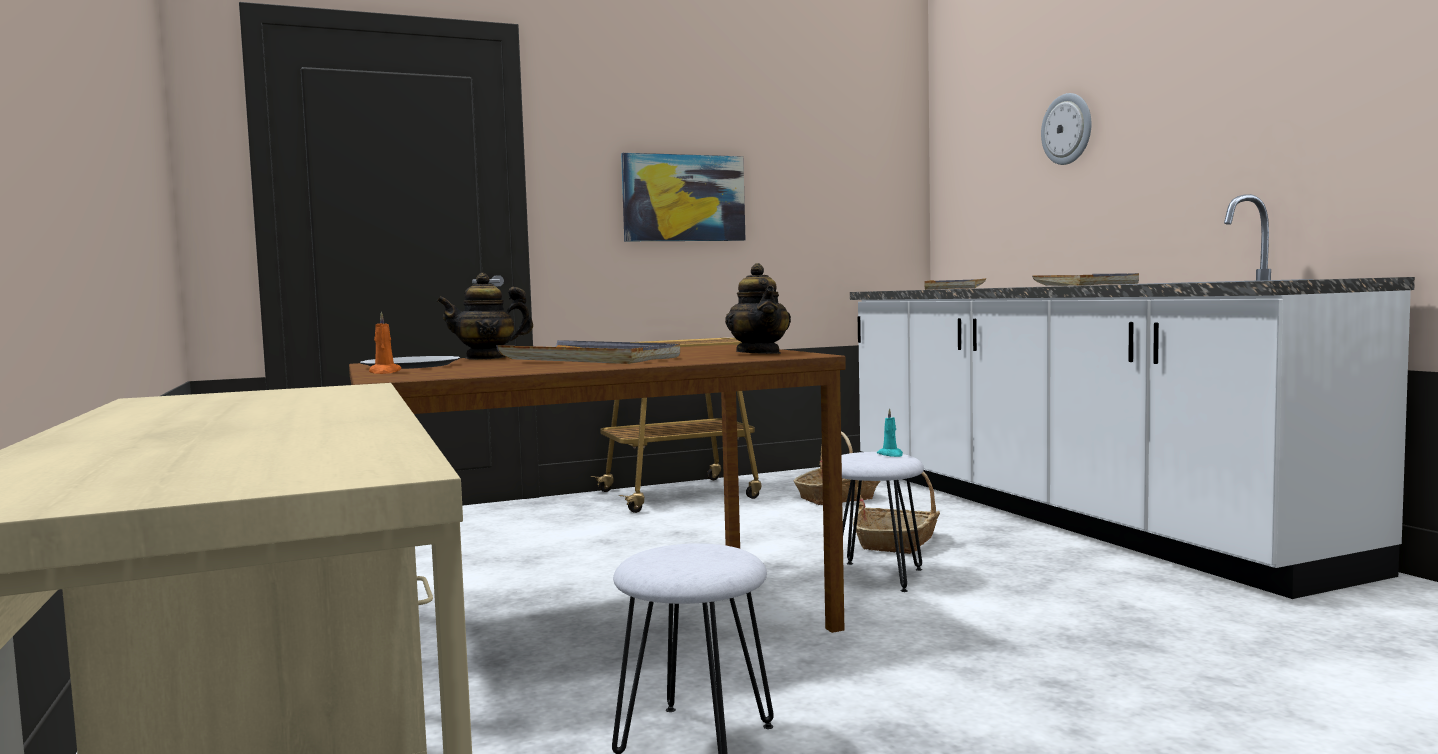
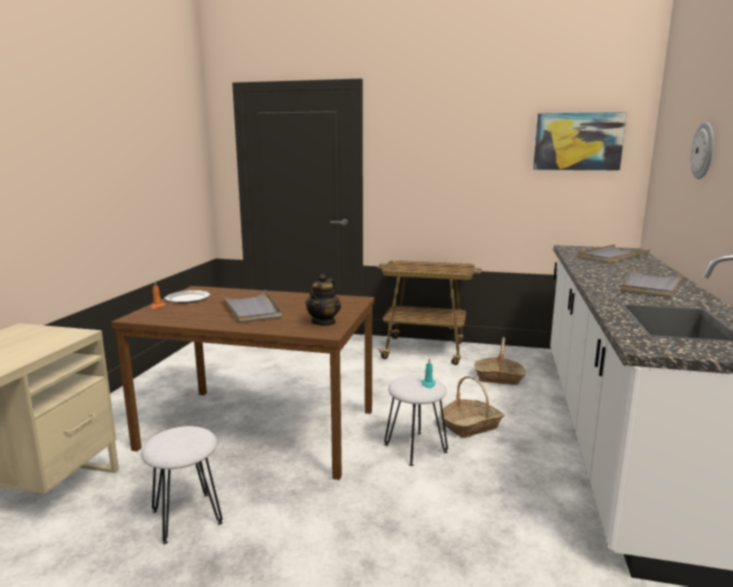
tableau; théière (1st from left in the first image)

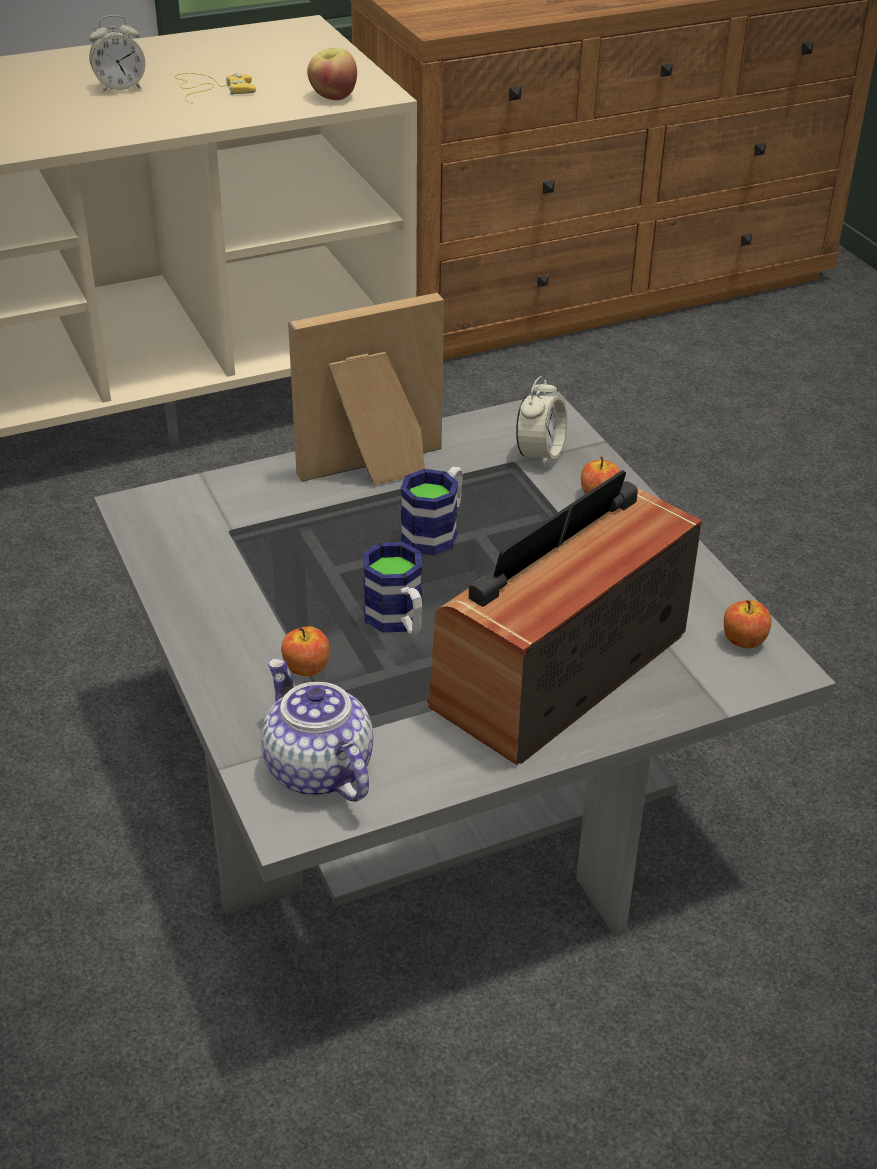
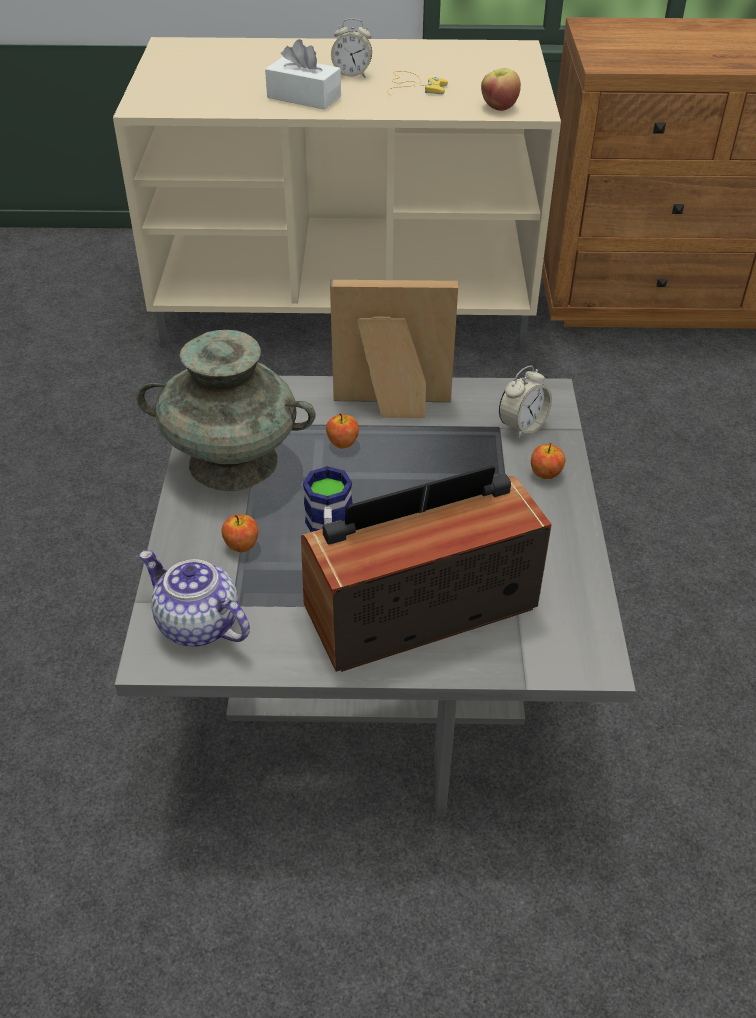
mug (2nd from left in the first image); pomme (2nd from left); théière; boîte à mouchoirs (blanc); vase (turquoise)

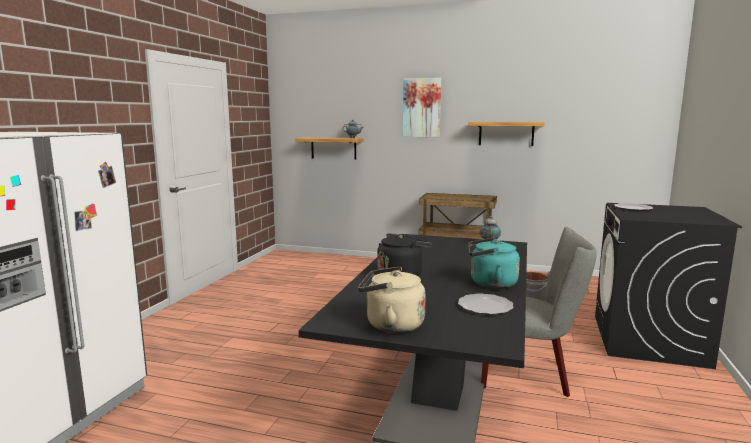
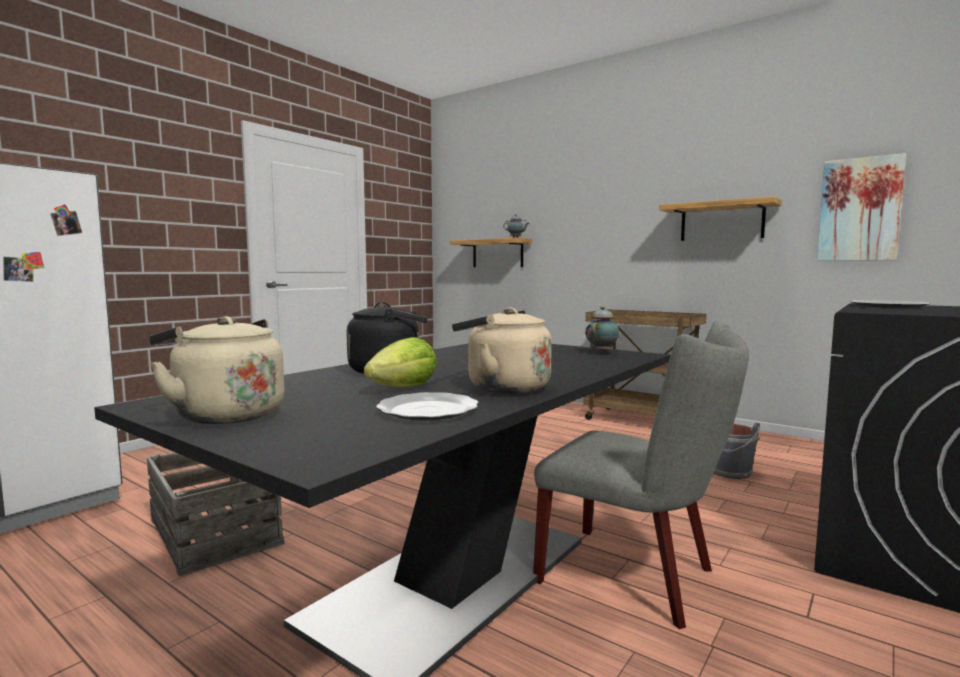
tableau; bouilloire (beige) (2nd from left); laitue; caisse

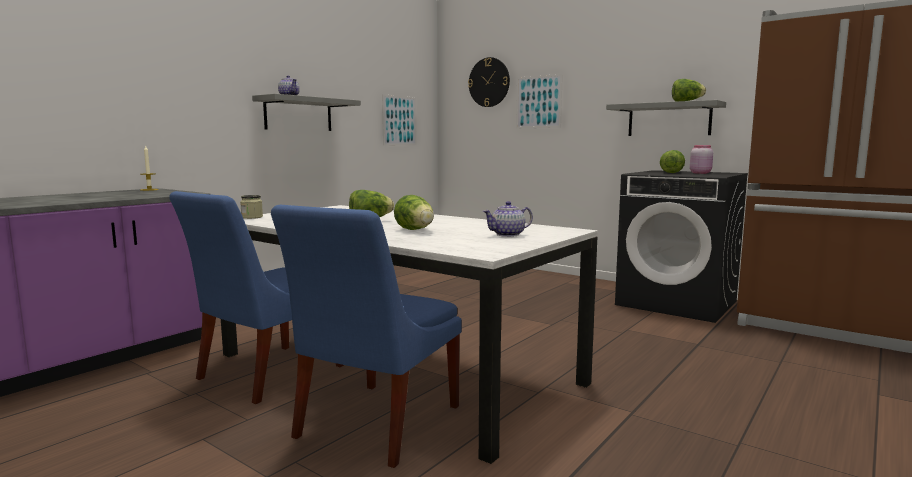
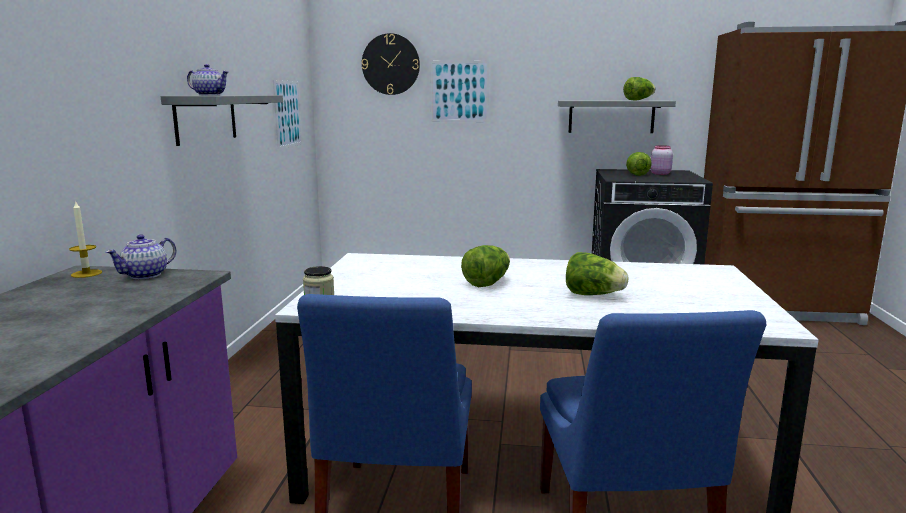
théière (1st from left)

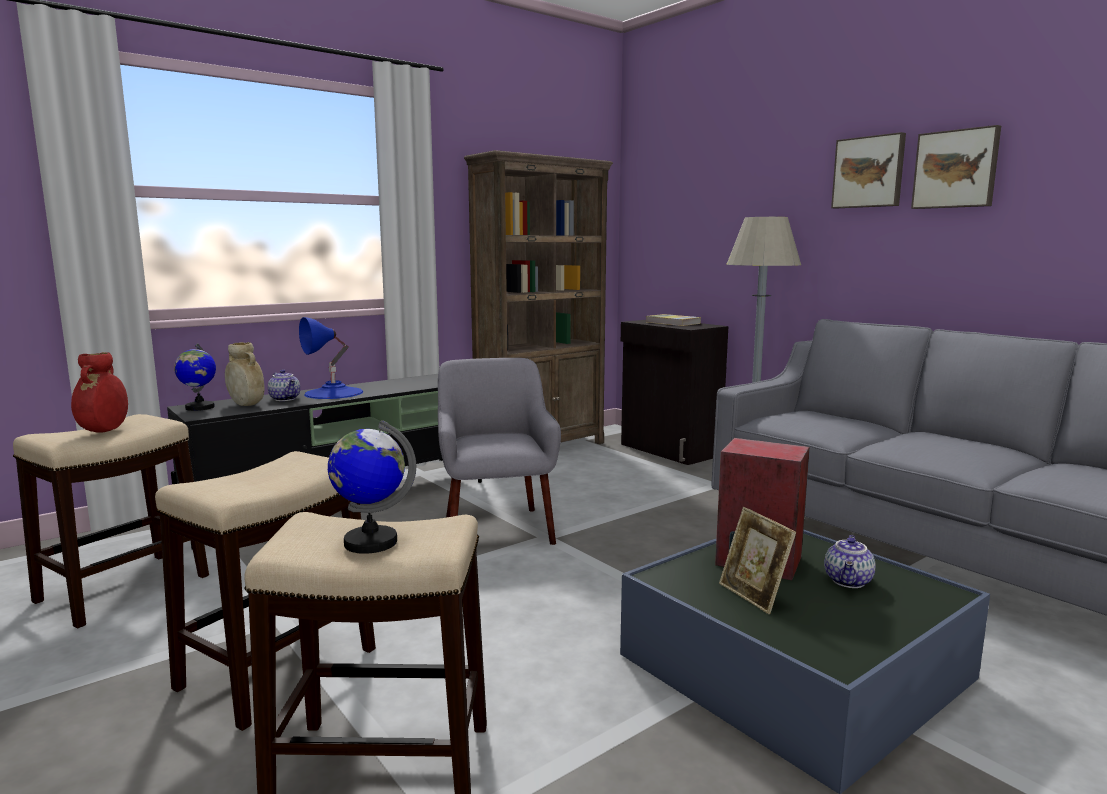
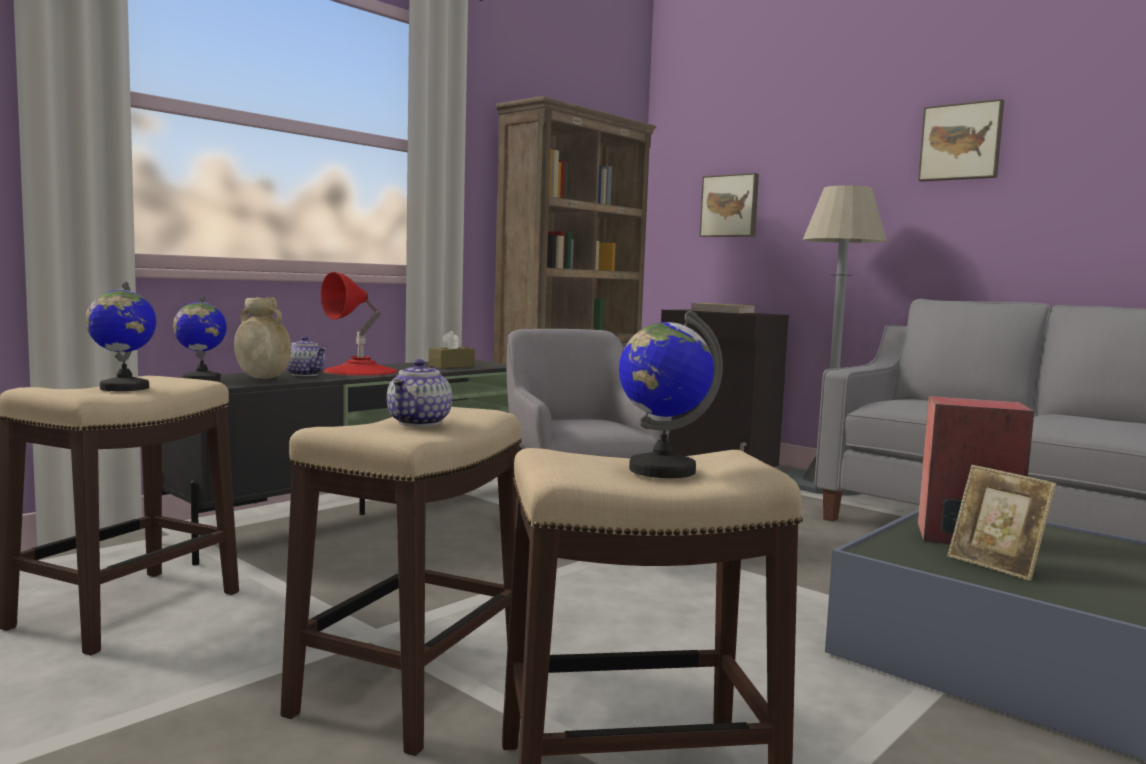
tableau (1st from left); lampe de table (rouge); globe (1st from left); théière (2nd from left); boîte à mouchoirs (marron)

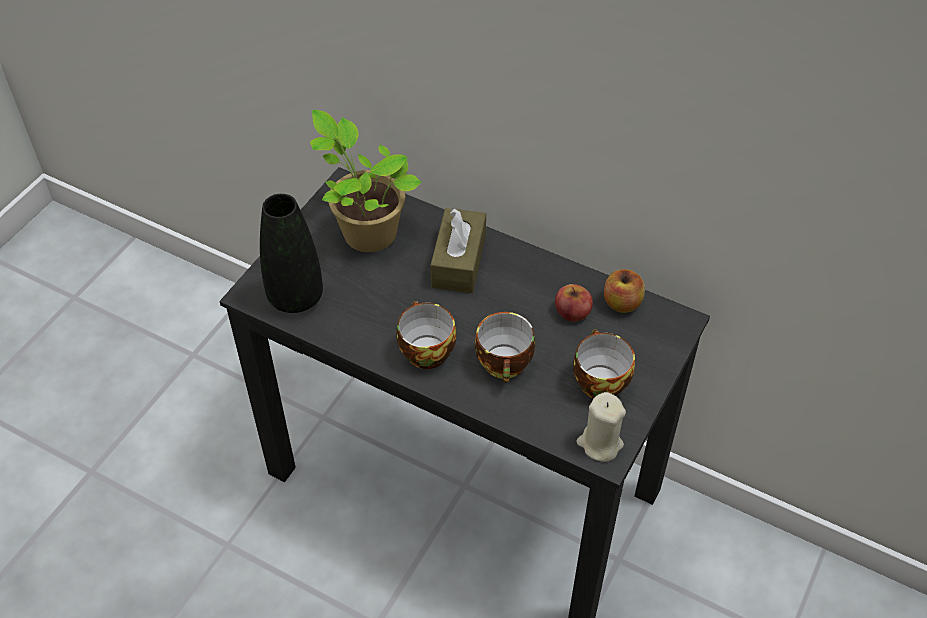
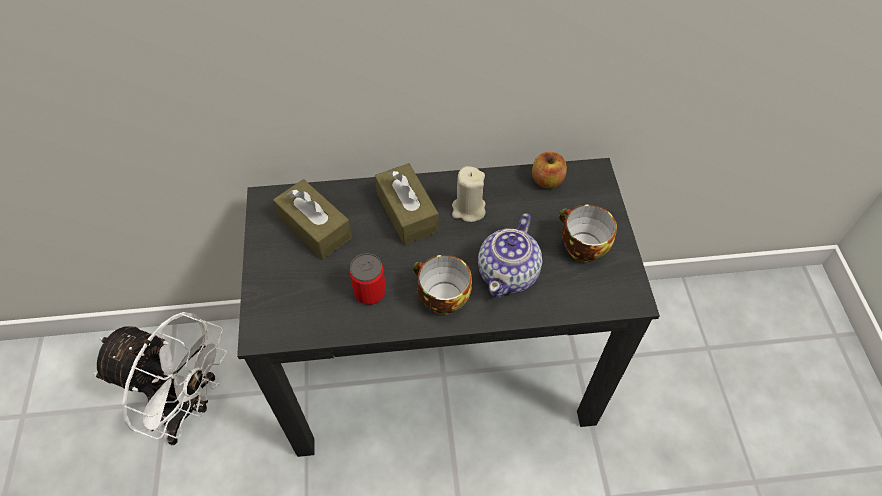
boîte à mouchoirs (marron) (1st from left); vase (noir); pomme (1st from left in the first image); théière; bougie (beige); boîte métallique; ventilateur (blanc)

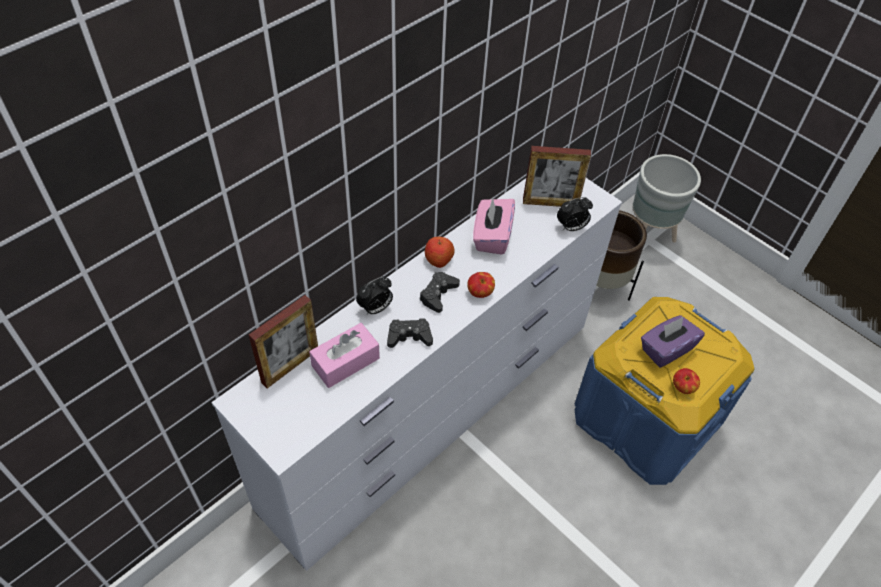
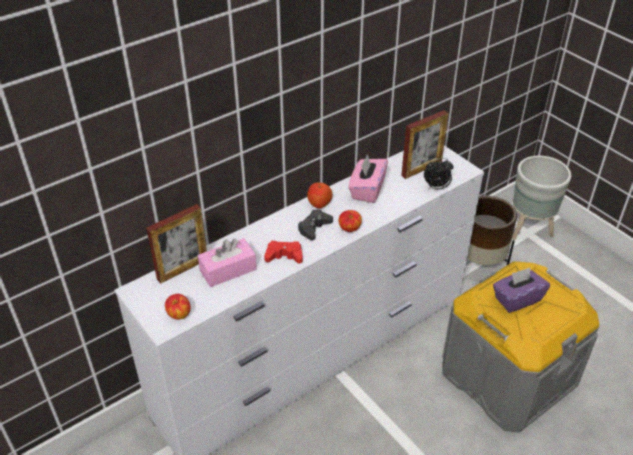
cadre photo (2nd from left); réveil (1st from left in the first image); boîte de rangement (gris); manette (rouge); pomme (1st from left)

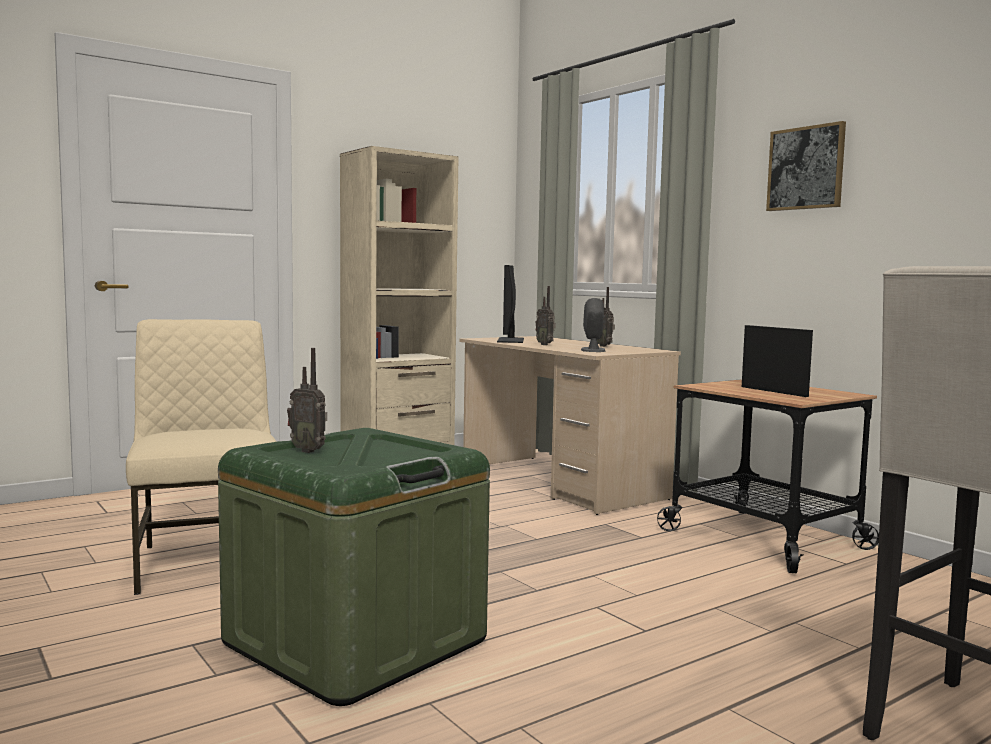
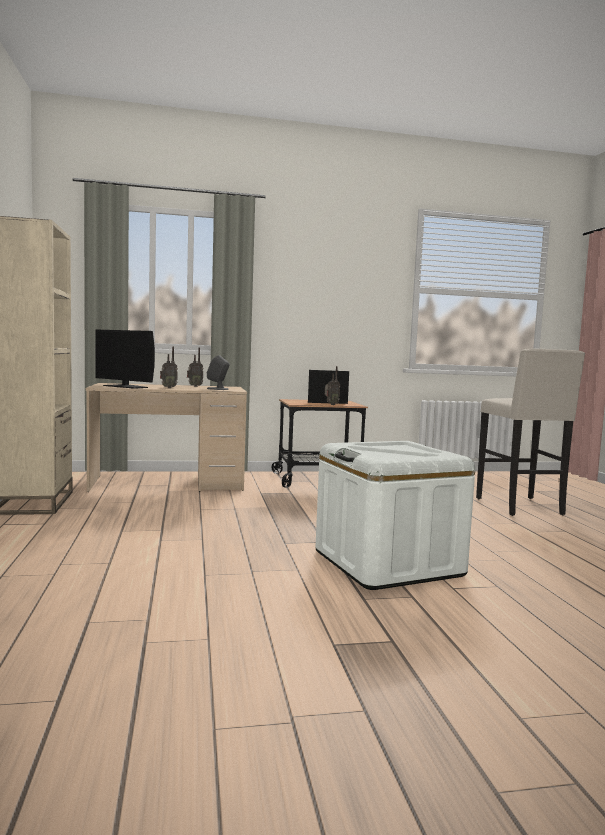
tableau; chaise (beige); radio (3rd from left); boîte de rangement (blanc)

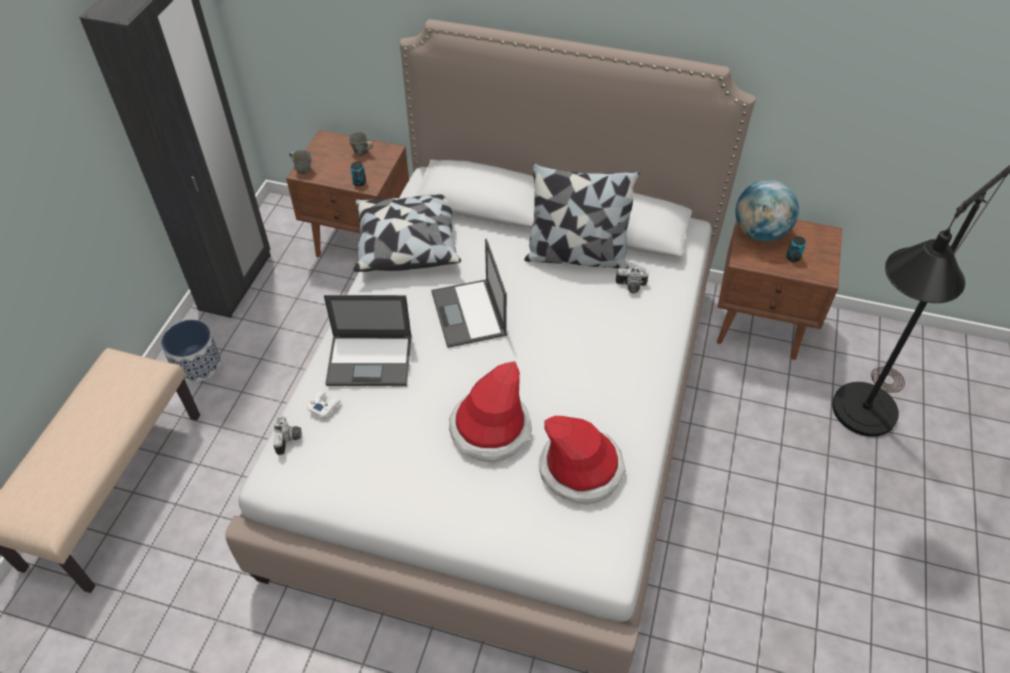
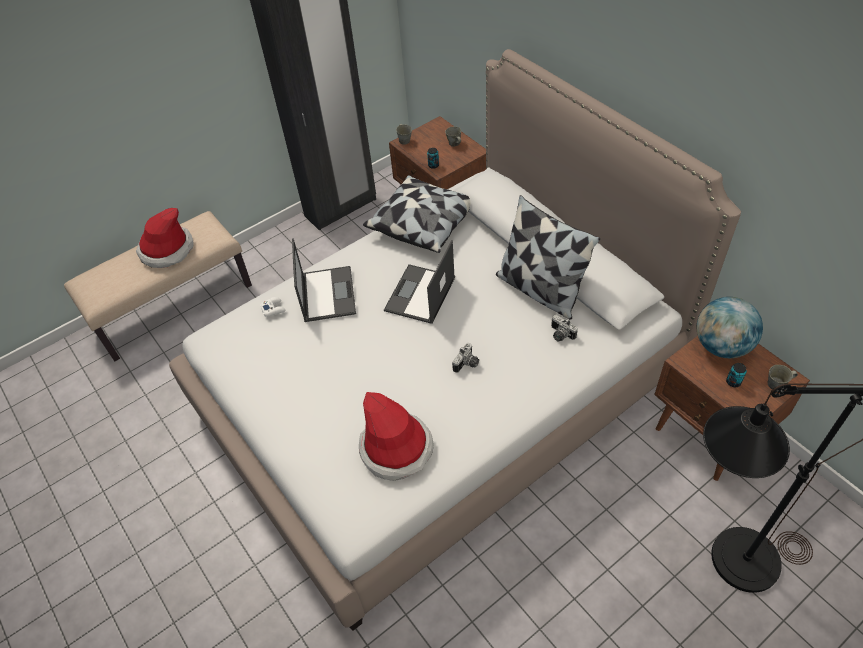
ordinateur portable (1st from left); cache-pot; chapeau (1st from left); appareil photo (1st from left); mug (gris) (3rd from left)

